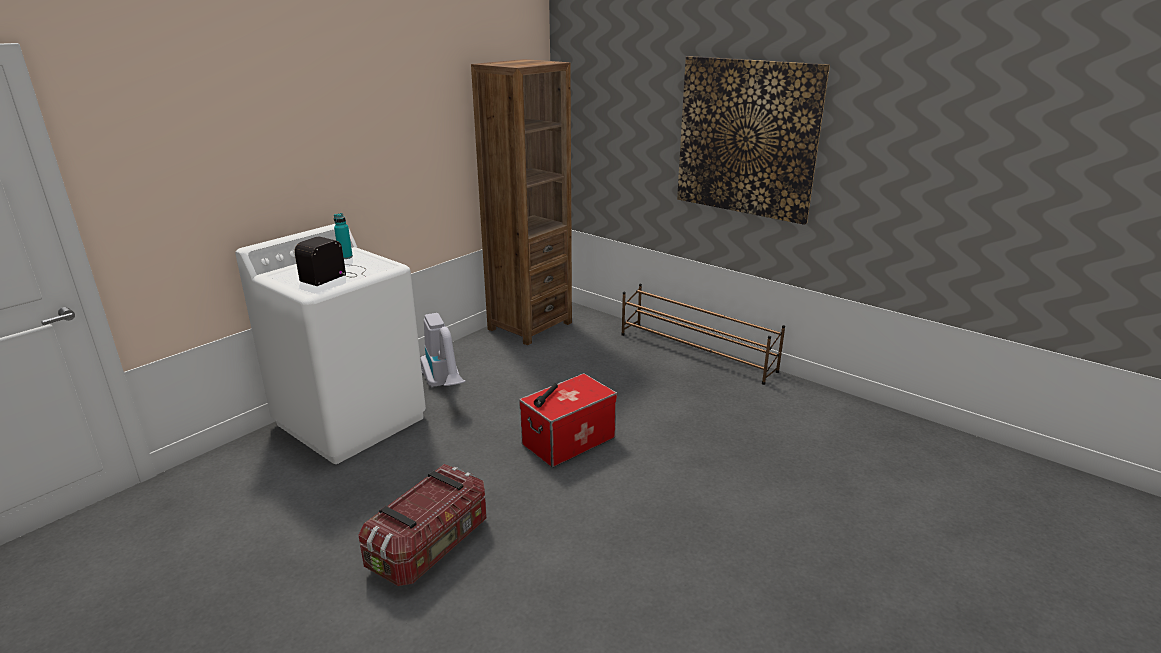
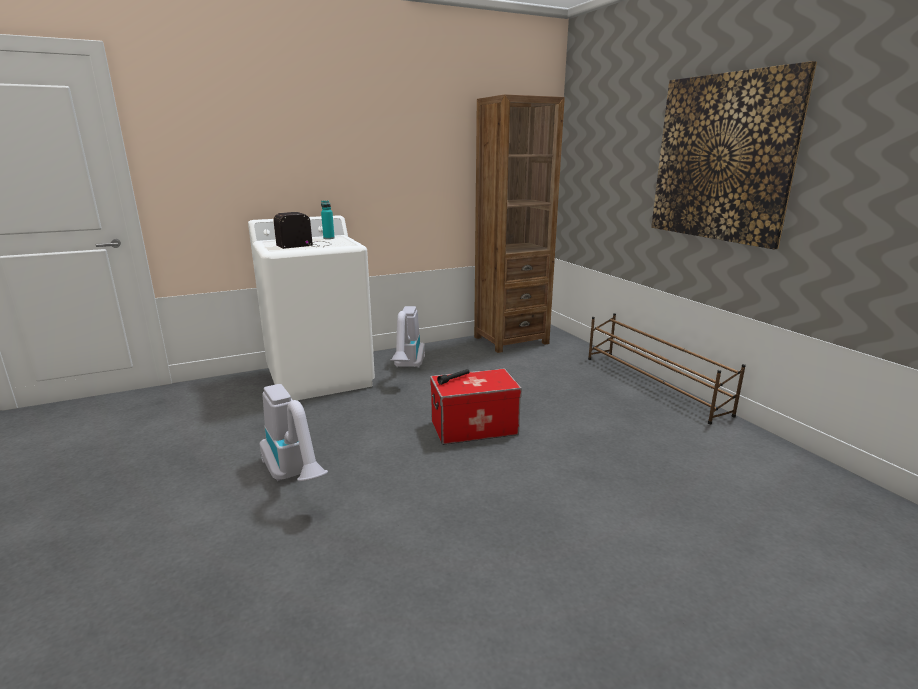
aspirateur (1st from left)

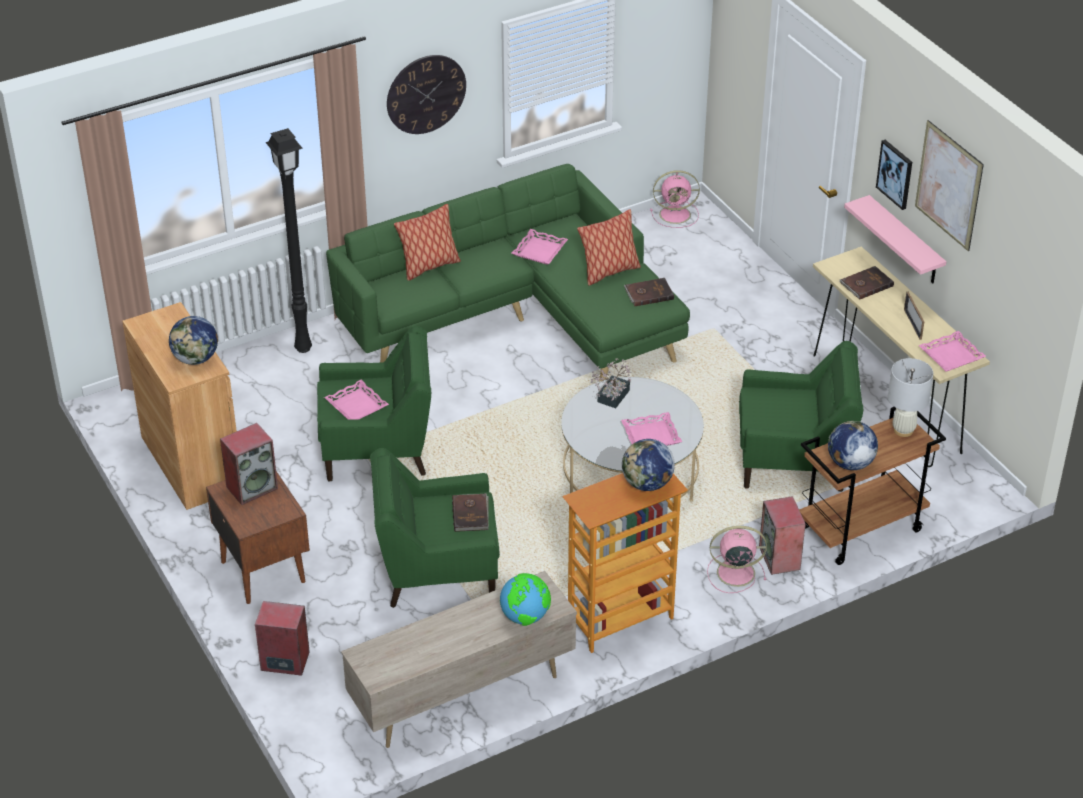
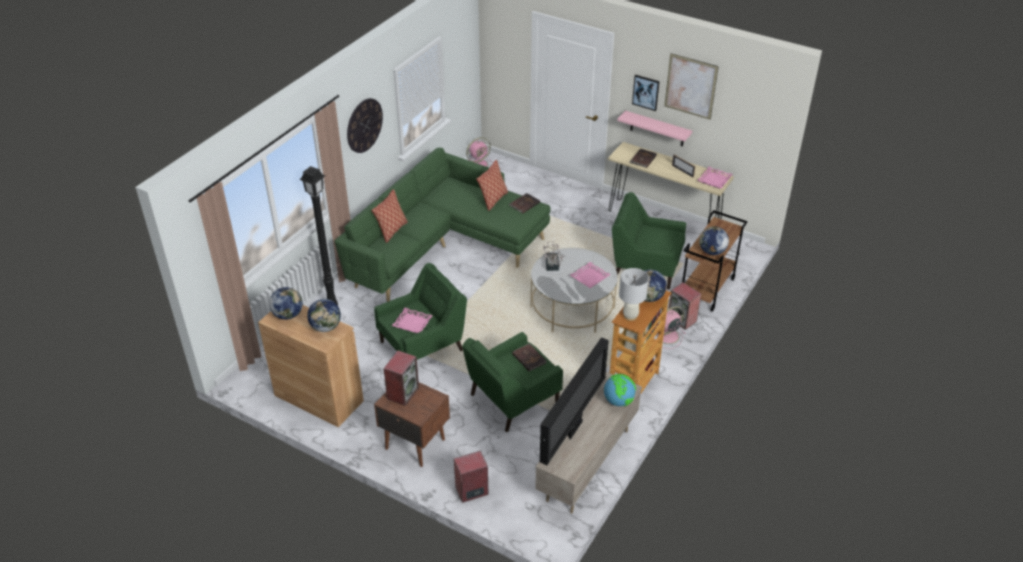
plateau (rose) (2nd from left in the first image); fauteuil (vert) (3rd from left); lampe de table (blanc); globe (1st from left); téléviseur

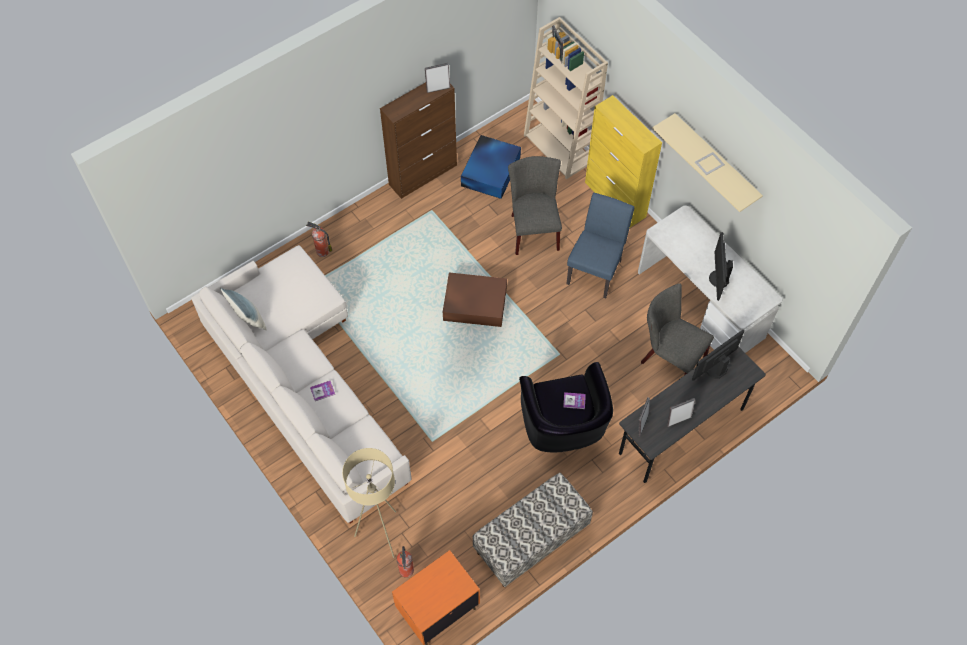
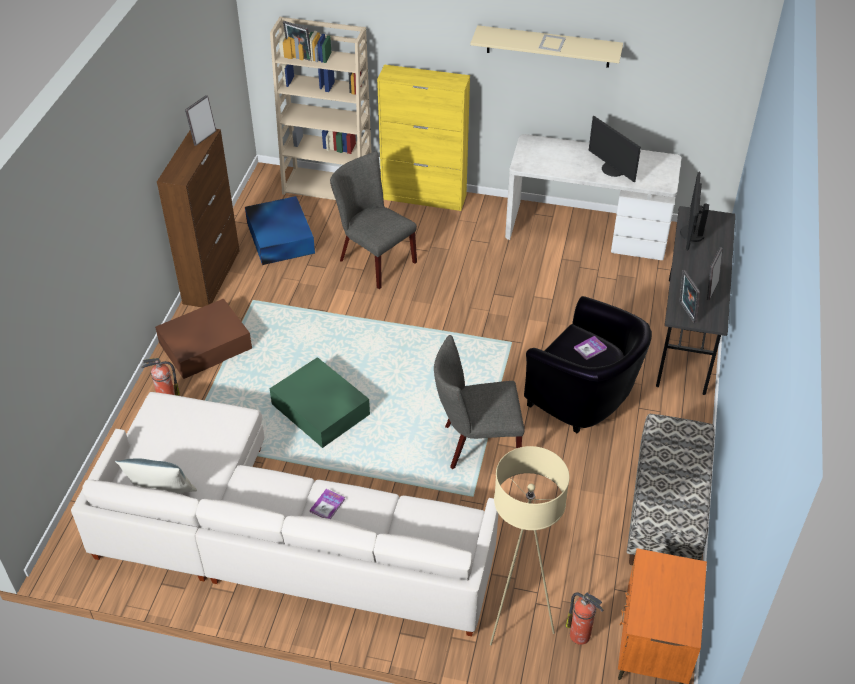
chaise (bleu); boîte de rangement (marron); chaise (gris) (2nd from left); boîte de rangement (vert)

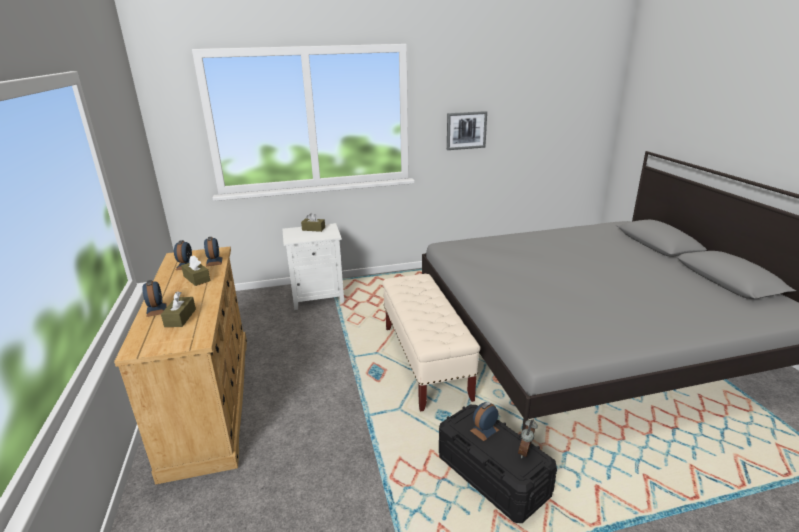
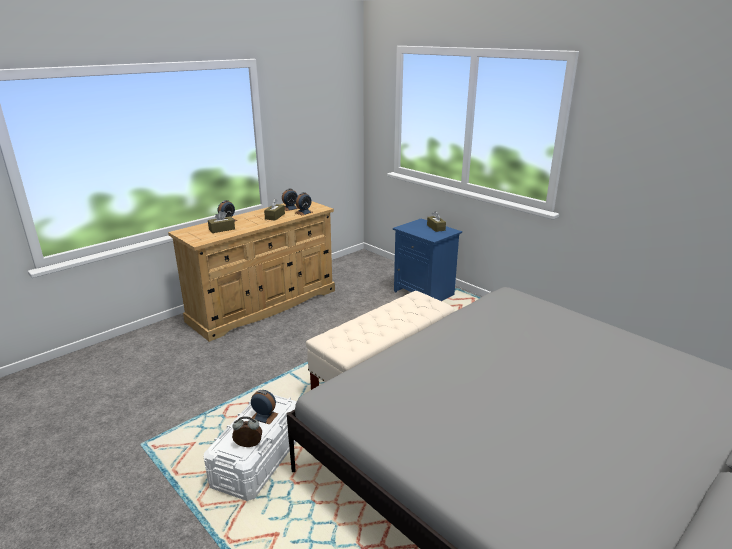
tableau; table de chevet (bleu); boîte de rangement (blanc)

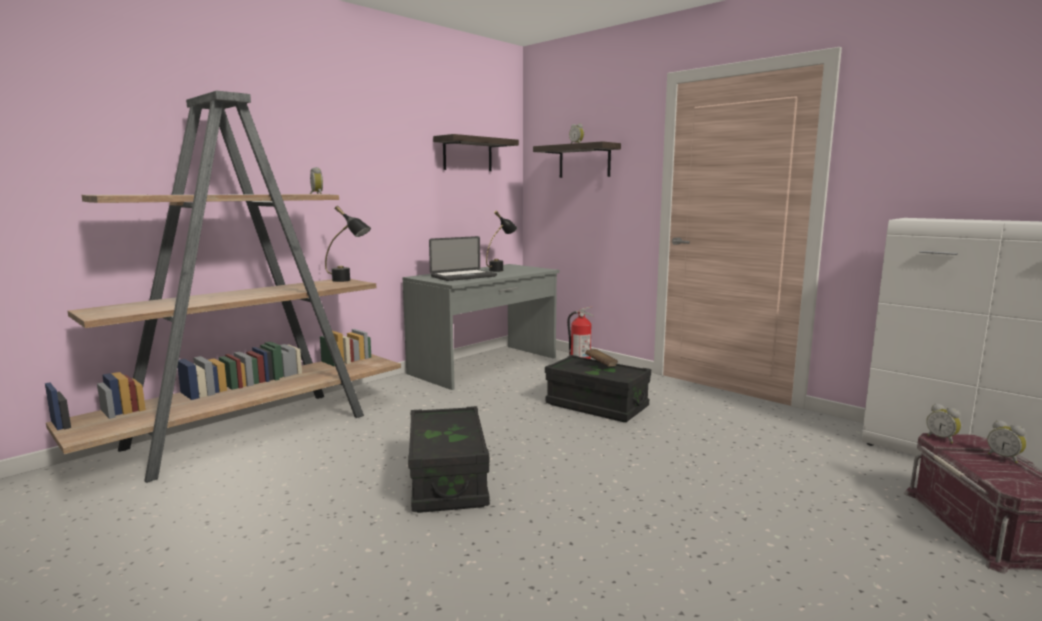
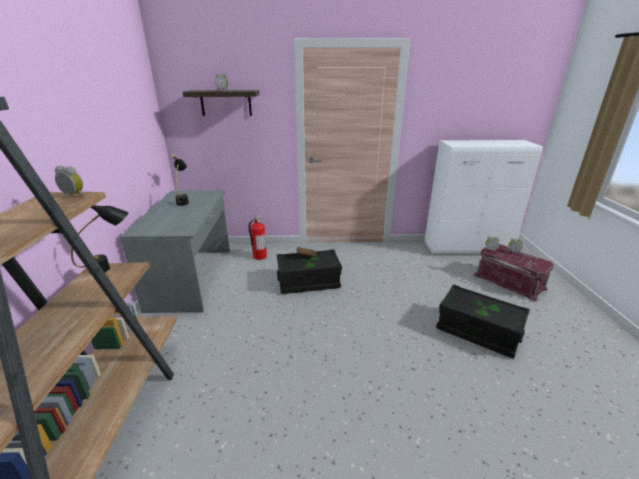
étagère (1st from left in the first image); ordinateur portable; boîte de rangement (noir) (2nd from left)

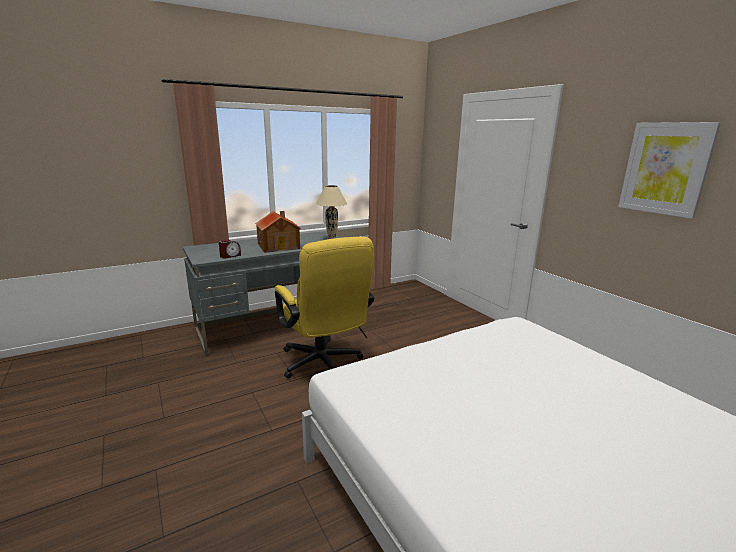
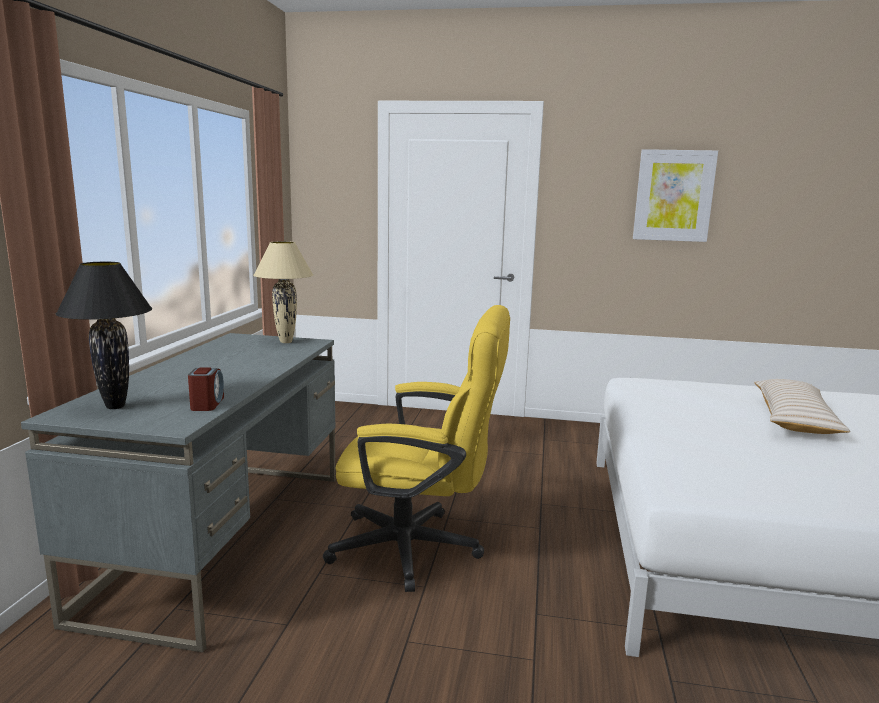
maison miniature; lampe de table (noir); coussin (beige)

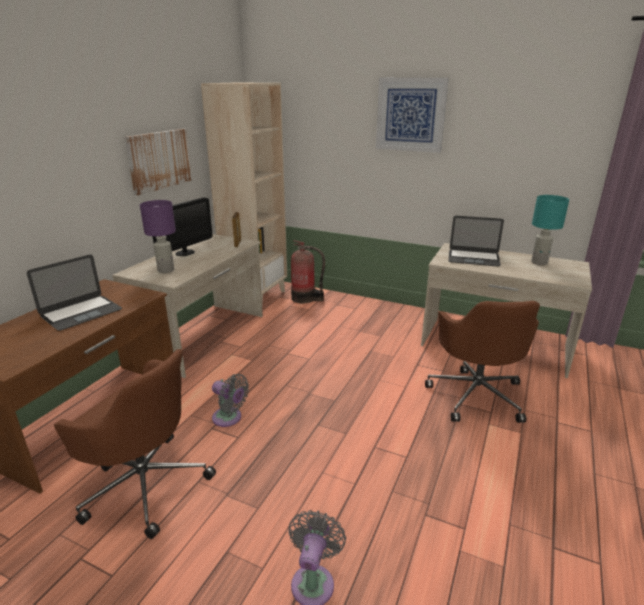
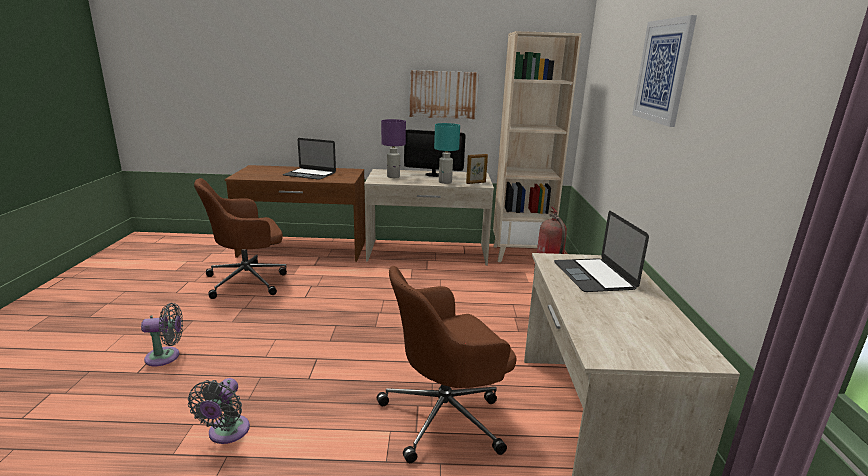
lampe de table (turquoise); chaise de bureau (marron) (1st from left); ventilateur (gris) (2nd from left)

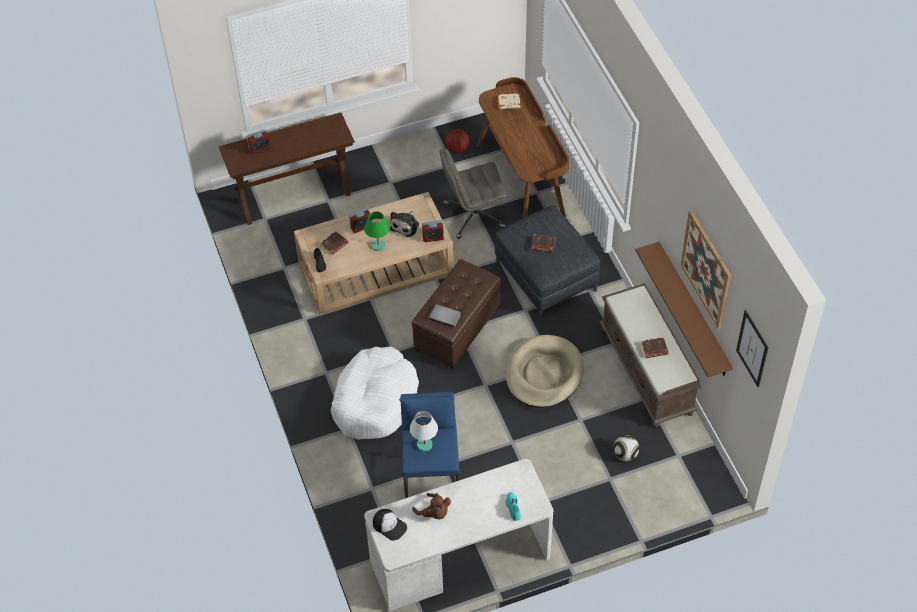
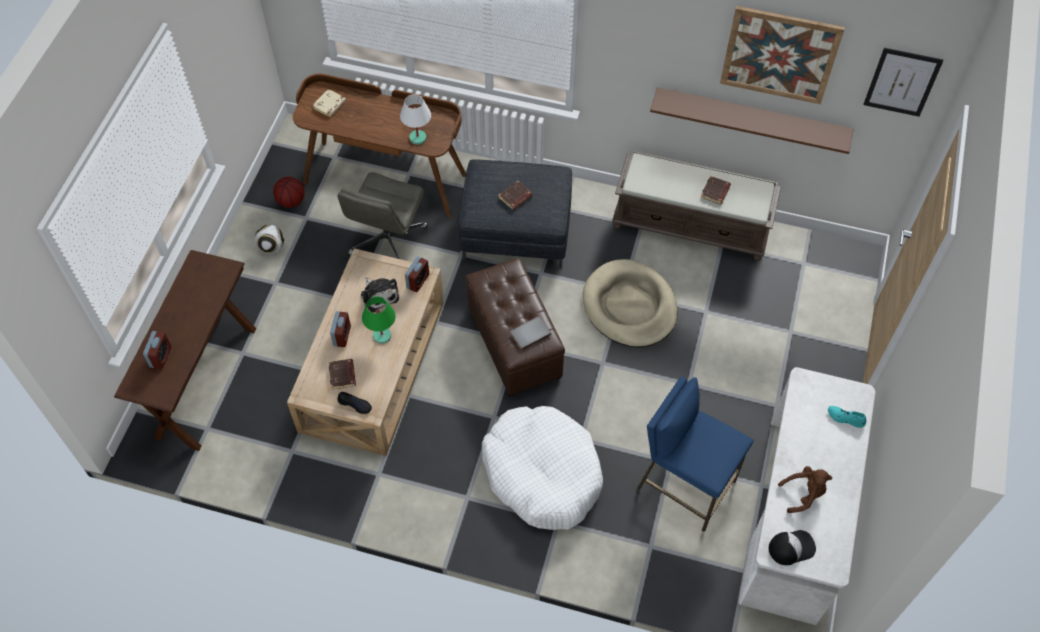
lampe de table (blanc); ballon de foot

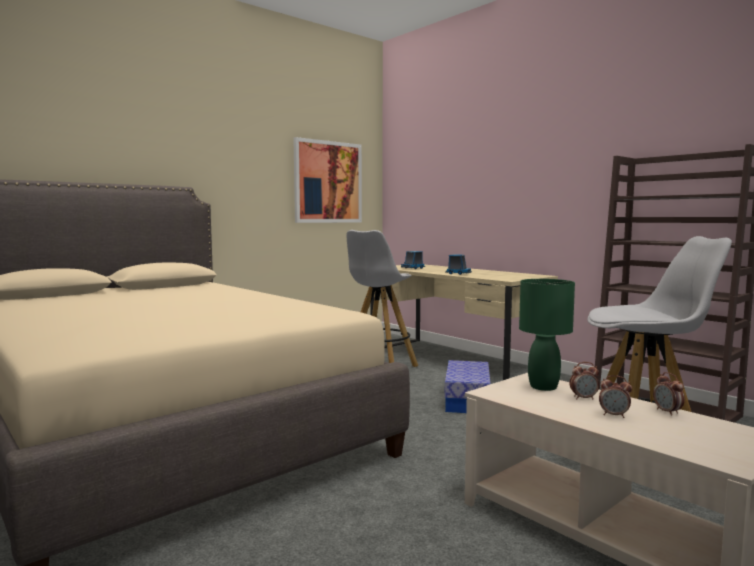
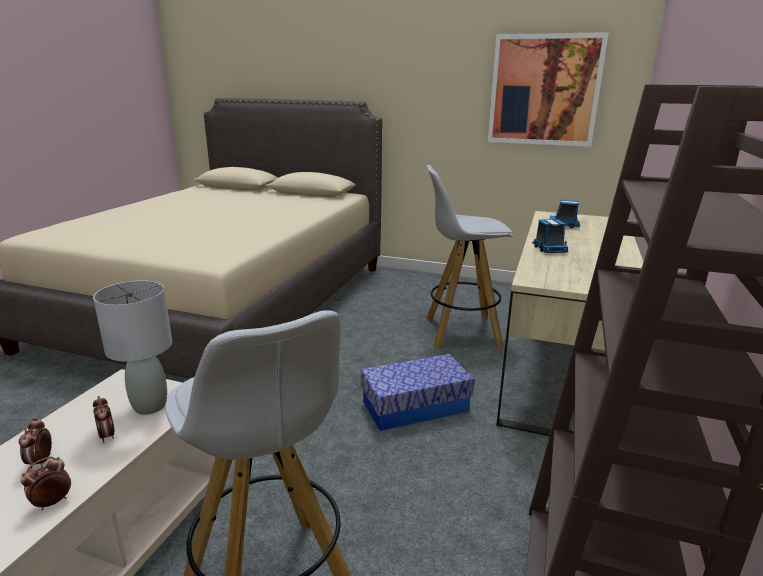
lampe de table (gris)

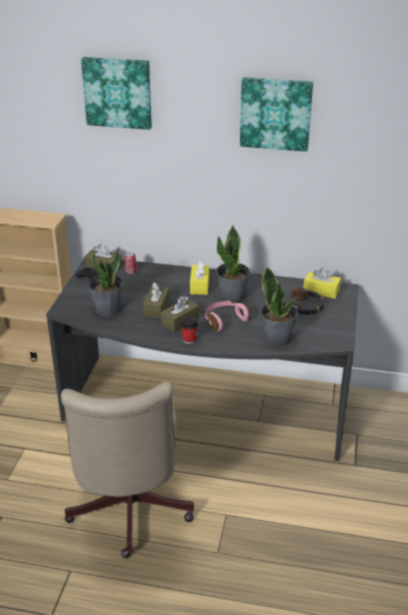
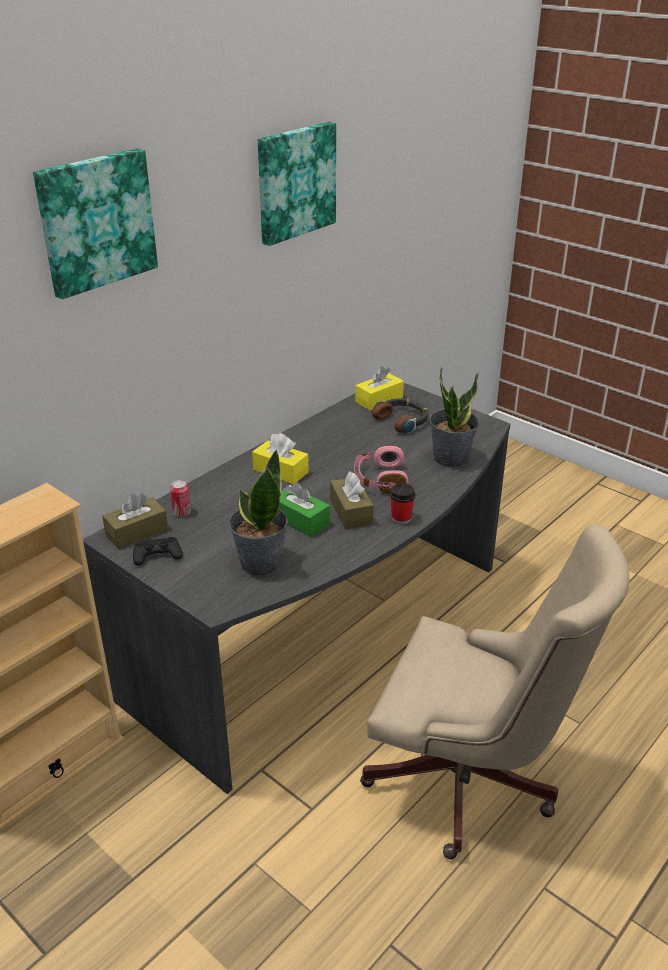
plante en pot (2nd from left in the first image); boîte à mouchoirs (vert)

